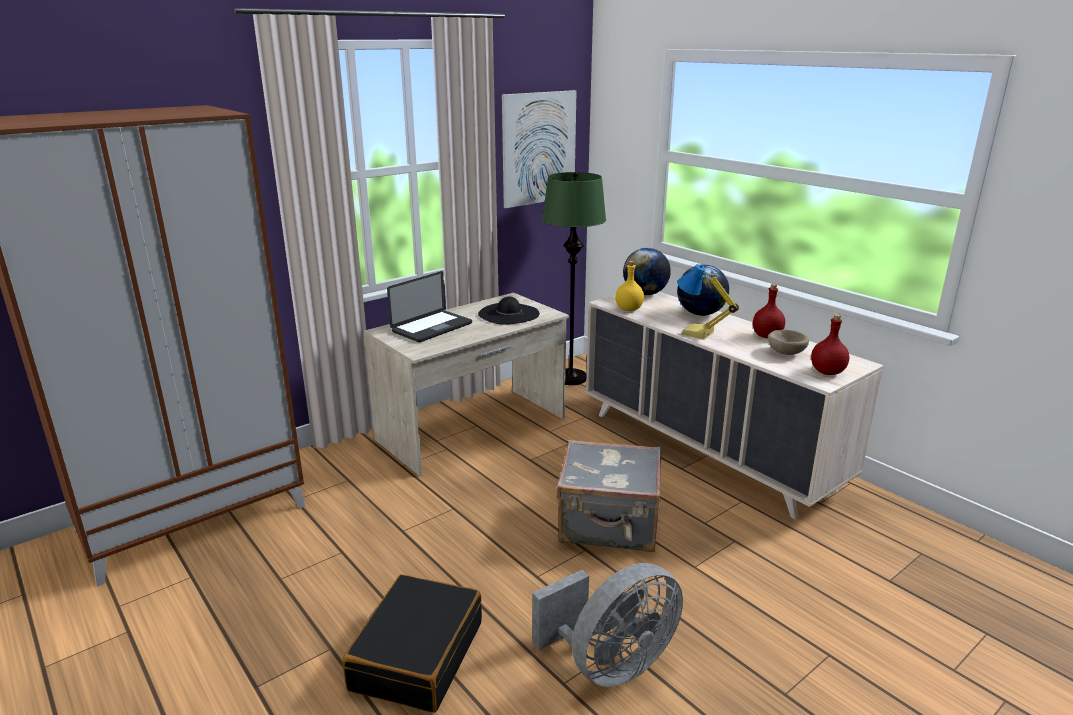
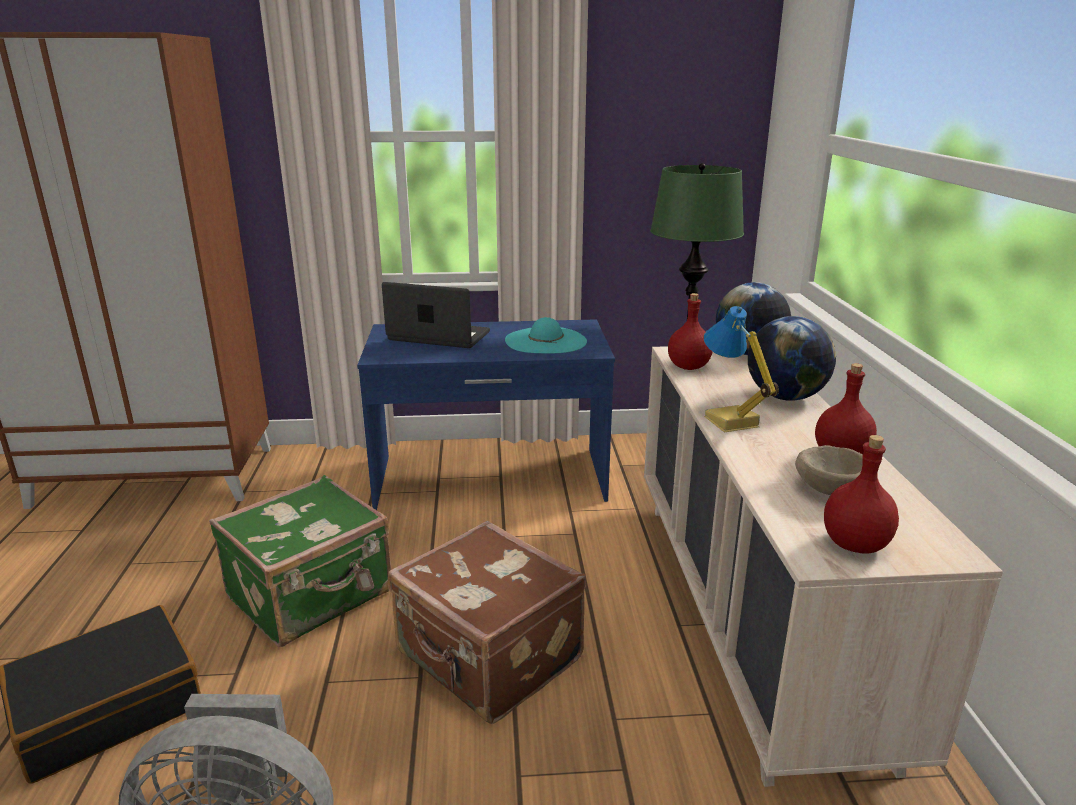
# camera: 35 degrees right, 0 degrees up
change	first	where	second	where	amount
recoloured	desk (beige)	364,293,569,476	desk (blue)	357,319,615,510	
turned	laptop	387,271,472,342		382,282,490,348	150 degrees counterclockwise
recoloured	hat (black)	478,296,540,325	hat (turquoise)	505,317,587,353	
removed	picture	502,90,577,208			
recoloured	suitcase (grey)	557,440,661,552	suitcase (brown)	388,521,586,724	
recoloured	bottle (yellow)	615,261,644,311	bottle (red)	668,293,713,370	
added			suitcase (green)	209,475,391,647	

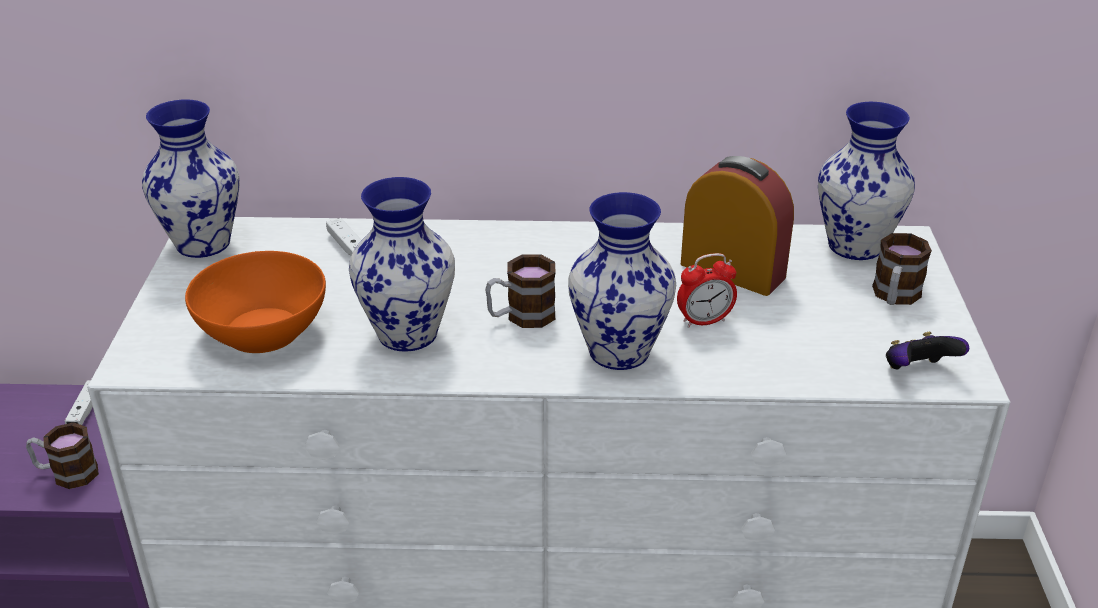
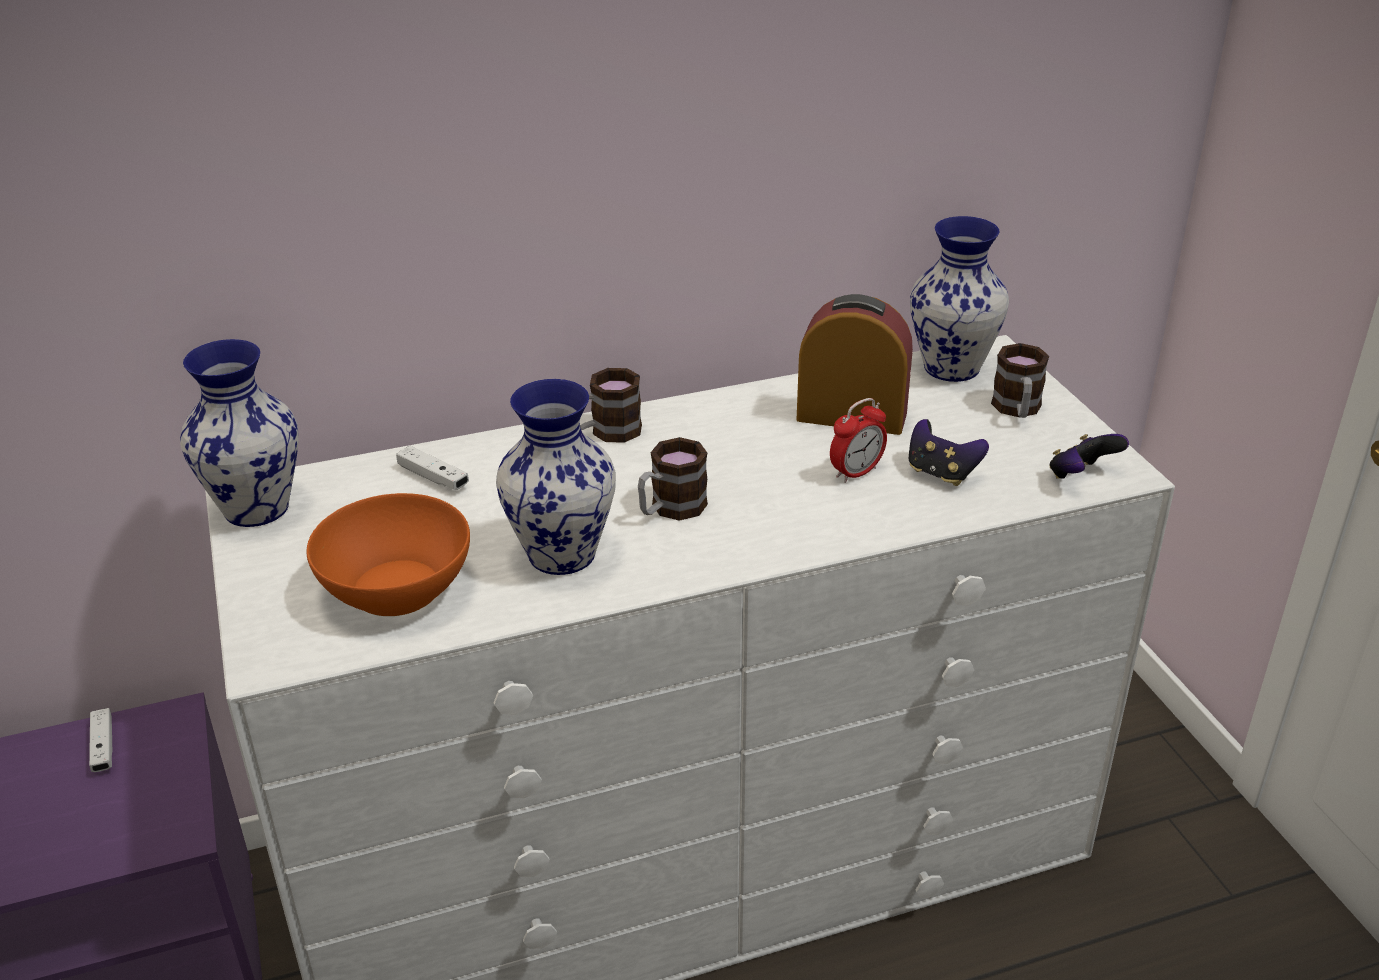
# camera: 20 degrees left, 0 degrees up
change	first	where	second	where	amount
moved	mug	26,422,99,489		580,368,642,443	
removed	vase	568,192,676,370			
added			game controller	909,419,989,486	

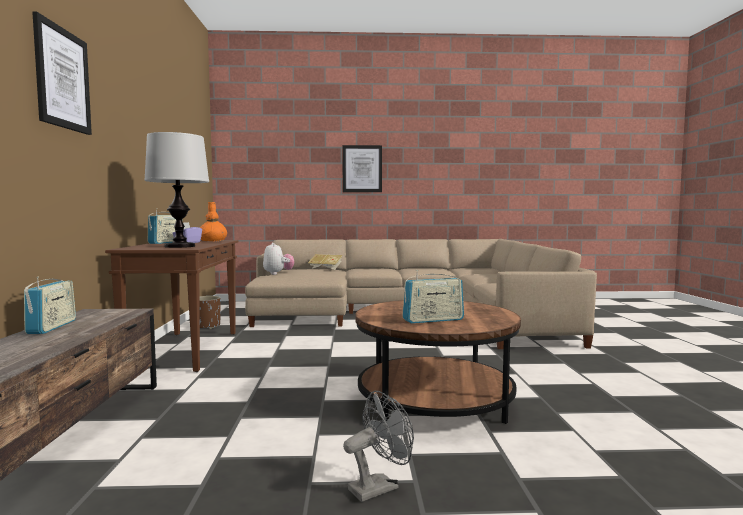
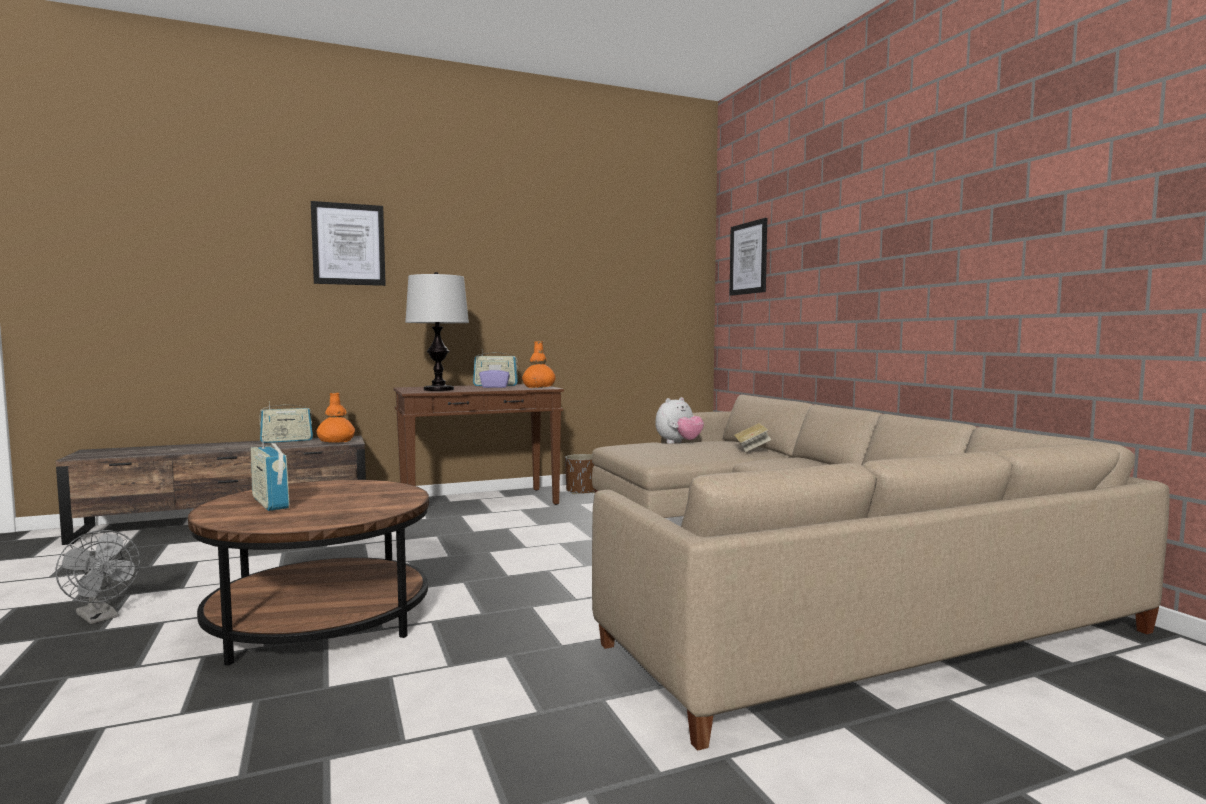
# camera: 70 degrees right, 0 degrees up
change	first	where	second	where	amount
moved	picture	342,145,382,192		730,218,767,296	
added			vase (orange)	317,393,355,443	

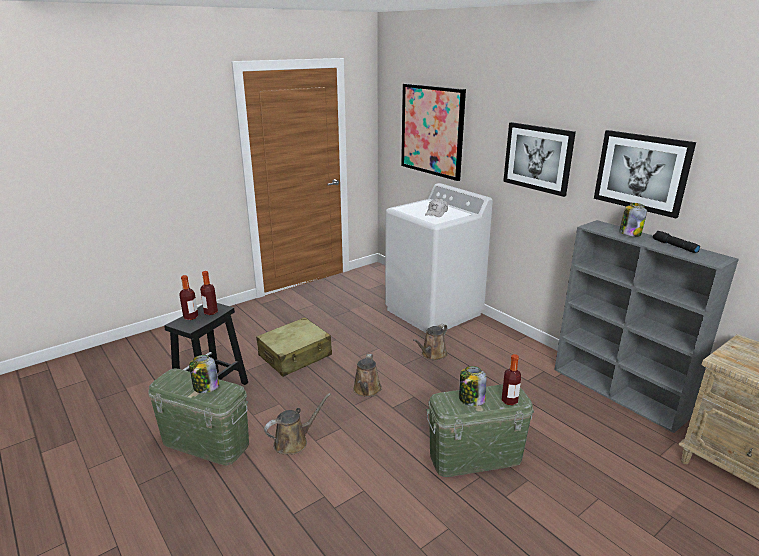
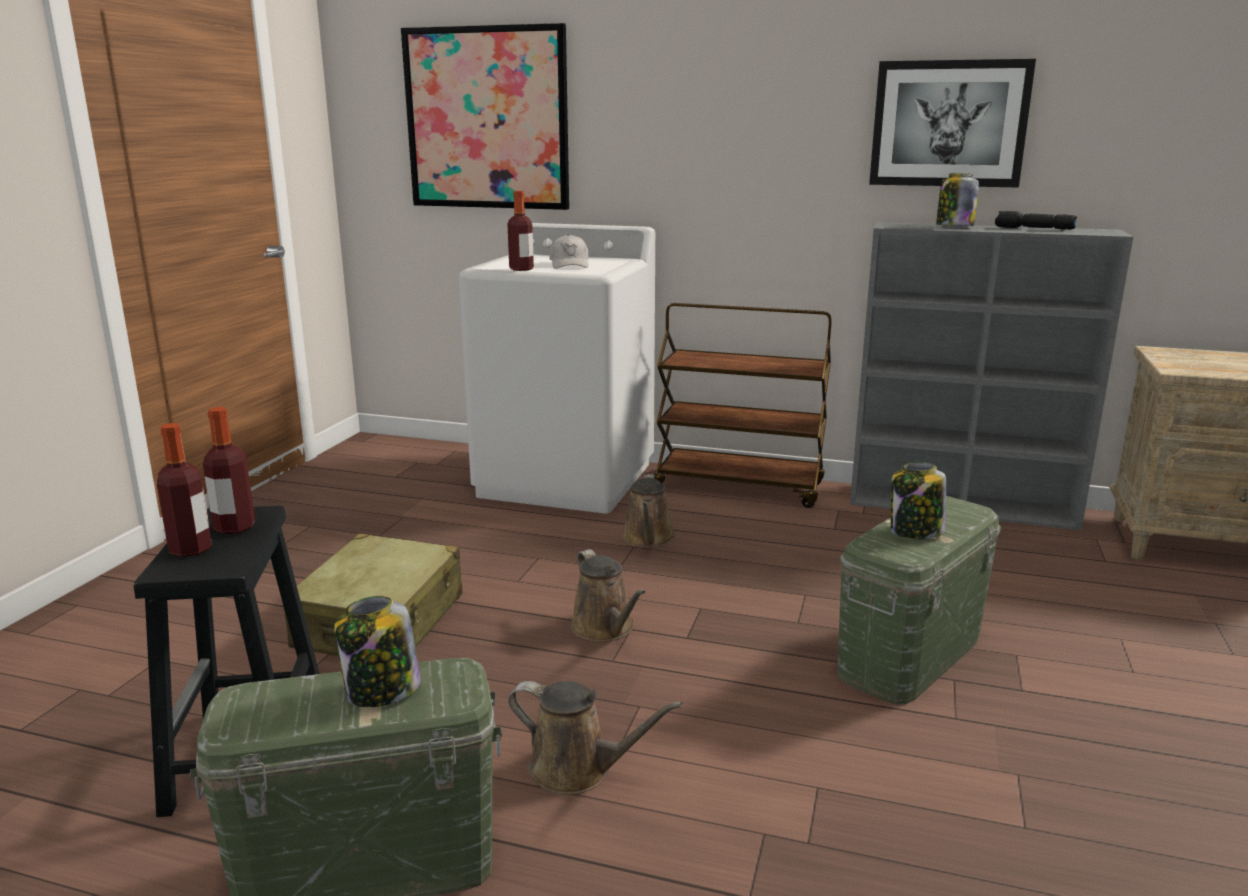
# camera: 35 degrees left, 5 degrees down
change	first	where	second	where	amount
turned	watering can (brown)	264,393,331,454		508,681,683,795	90 degrees clockwise
moved	bottle	502,354,521,405		507,191,534,271	
removed	picture	503,122,576,197			
added			cart (brown)	654,303,832,508	

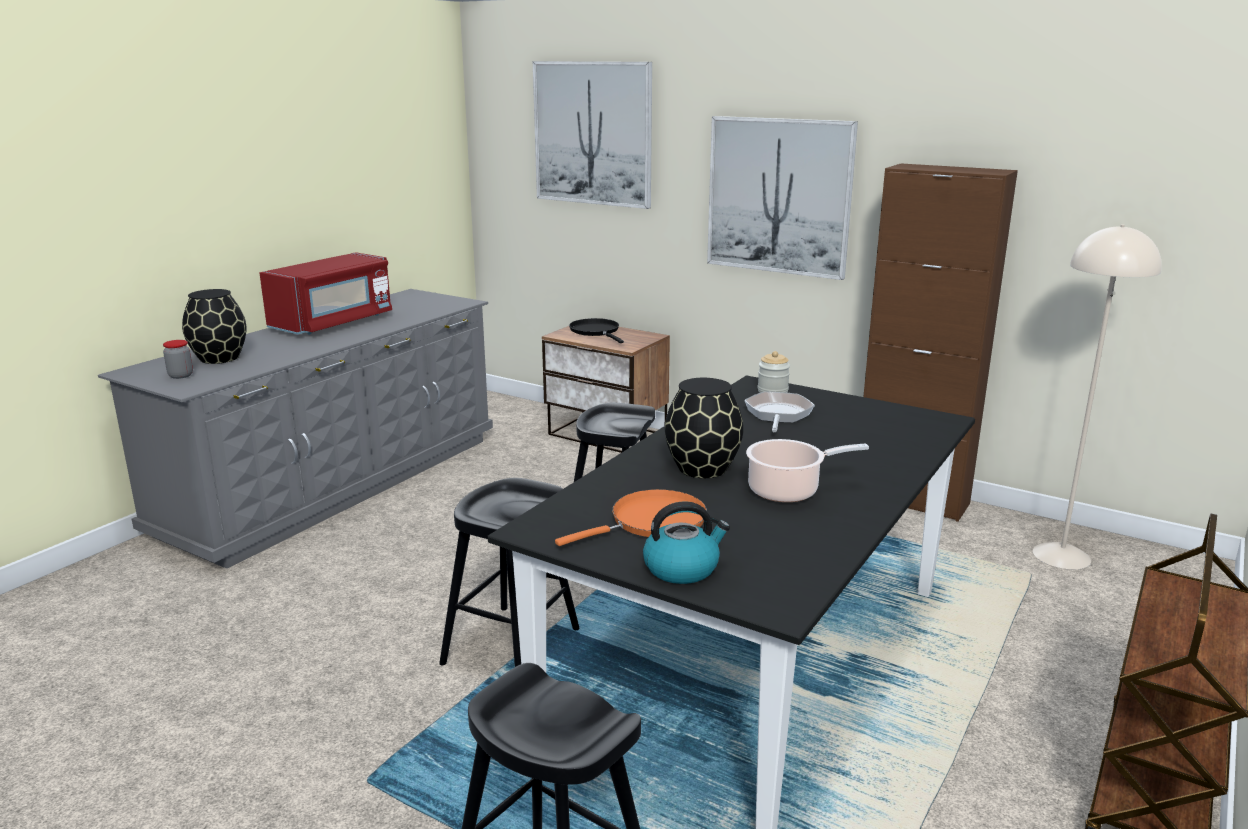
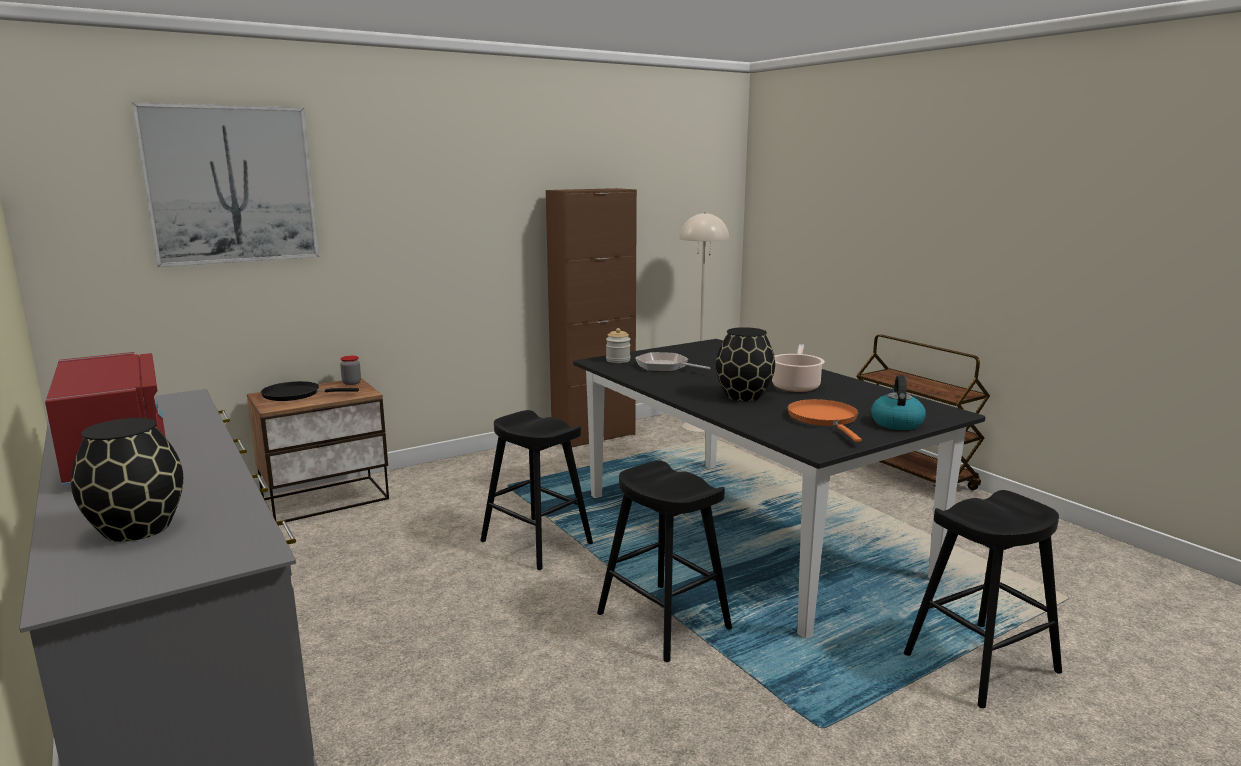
# camera: 65 degrees left, 5 degrees down
change	first	where	second	where	amount
moved	jar	163,340,193,379		340,356,361,385	
removed	picture	707,116,858,280			

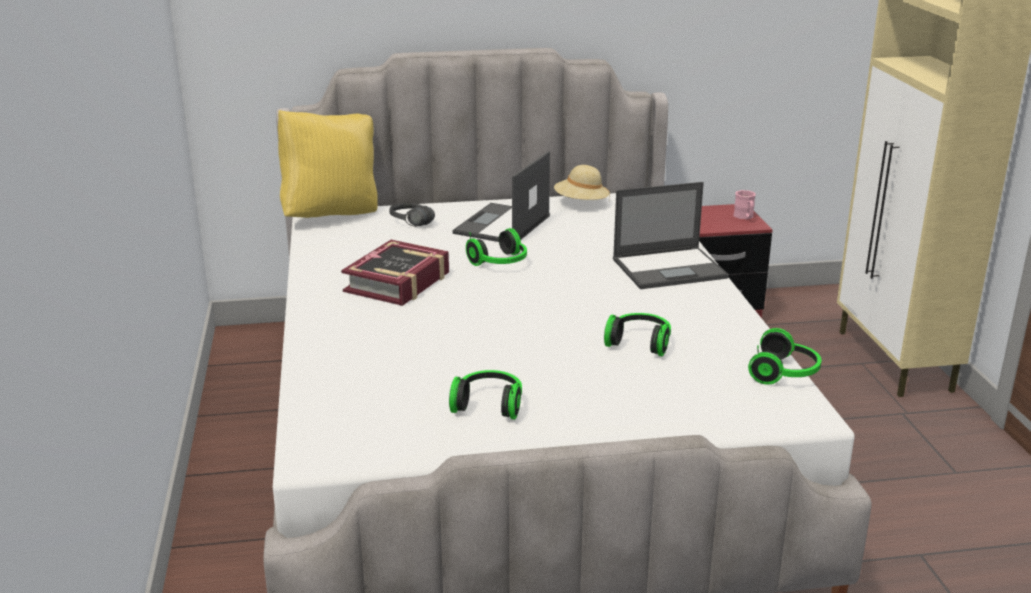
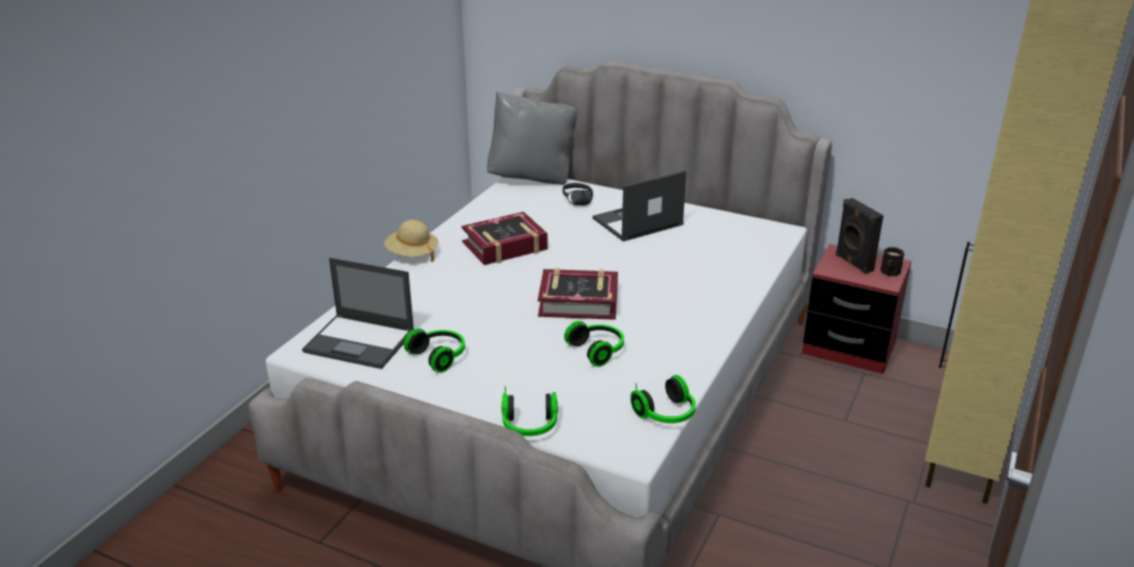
# camera: 35 degrees right, 5 degrees up
change	first	where	second	where	amount
recoloured	pillow (yellow)	278,110,378,218	pillow (grey)	487,91,577,185	
moved	headphones	466,228,527,266		501,386,558,436	
moved	hat (beige)	554,165,610,201		384,220,439,262	
moved	laptop	613,182,729,289		302,258,414,369	
recoloured	mug (pink)	733,190,756,219	mug (black)	880,247,904,276	
added			book	538,268,618,320	
added			speaker (black)	835,198,884,274	

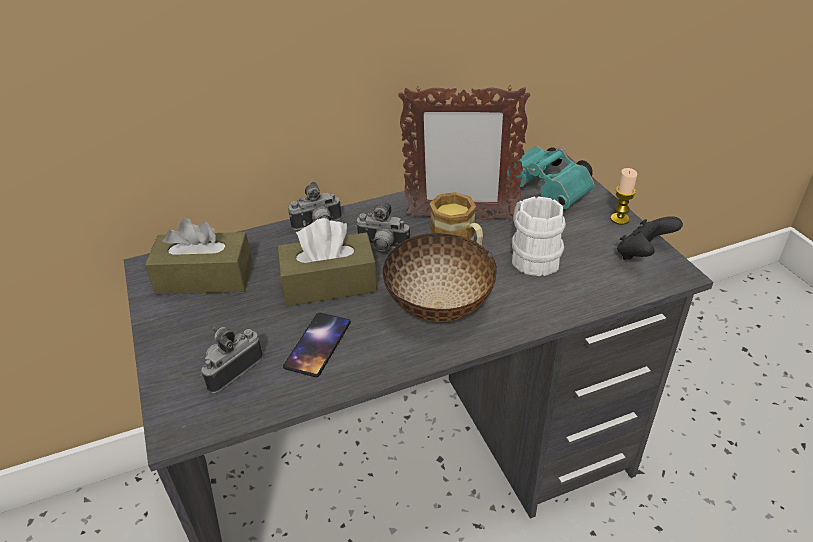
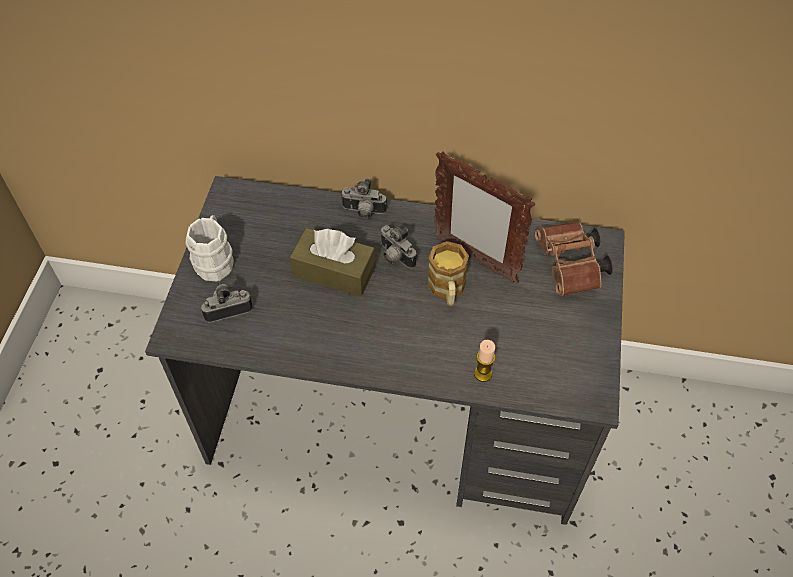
# camera: 30 degrees right, 15 degrees up
change	first	where	second	where	amount
removed	tissue box (brown)	145,218,253,295			
removed	phone	283,313,351,377			
removed	bowl	383,233,497,322			
recoloured	binoculars (turquoise)	507,146,594,209	binoculars (brown)	535,222,613,296	
moved	mug (white)	512,197,566,276		186,215,234,282	
moved	candle	610,168,637,225		474,340,495,382	
removed	game controller (black)	617,216,683,260			

